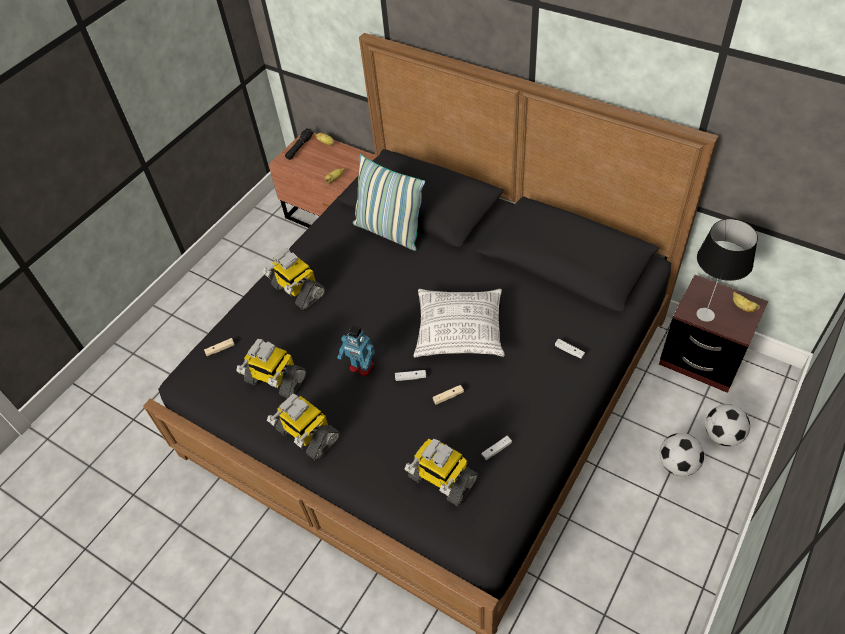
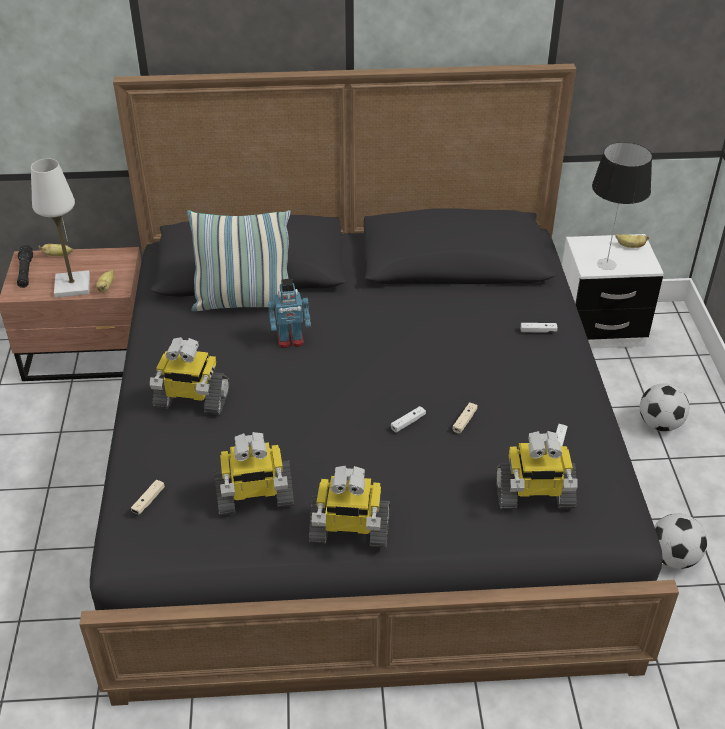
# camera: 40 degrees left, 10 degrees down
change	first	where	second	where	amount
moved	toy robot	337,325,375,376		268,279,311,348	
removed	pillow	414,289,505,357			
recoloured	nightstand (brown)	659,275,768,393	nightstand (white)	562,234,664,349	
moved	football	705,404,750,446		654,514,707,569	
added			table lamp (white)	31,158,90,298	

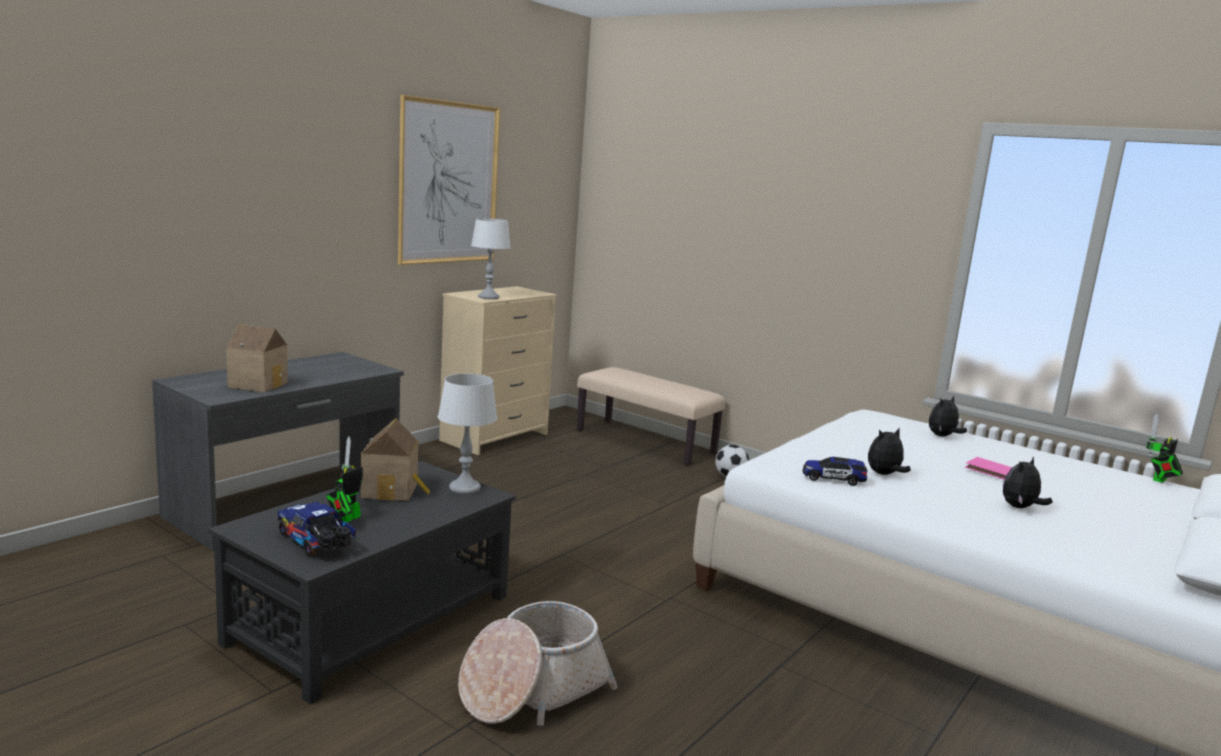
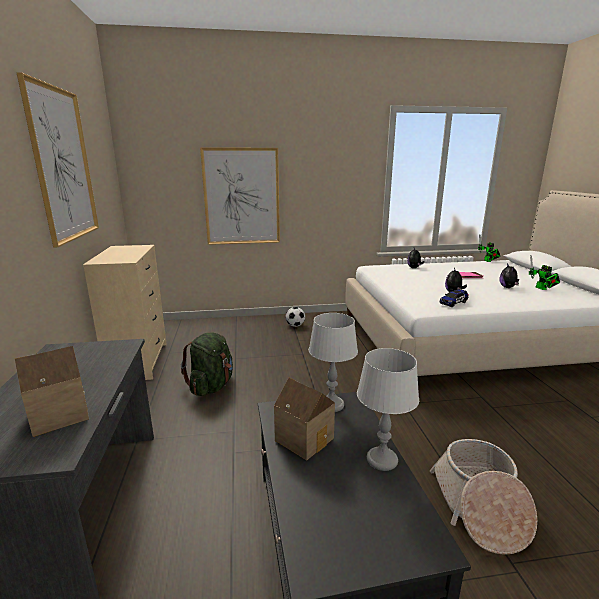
# camera: 45 degrees left, 5 degrees up
change	first	where	second	where	amount
removed	toy truck	277,502,356,556			
moved	toy robot	326,436,363,522		529,256,560,290	
moved	table lamp (grey)	471,218,511,299		357,348,419,471	
removed	bench (beige)	577,367,725,466			
added			backpack (green)	181,332,233,396	
added			picture	200,147,280,245	

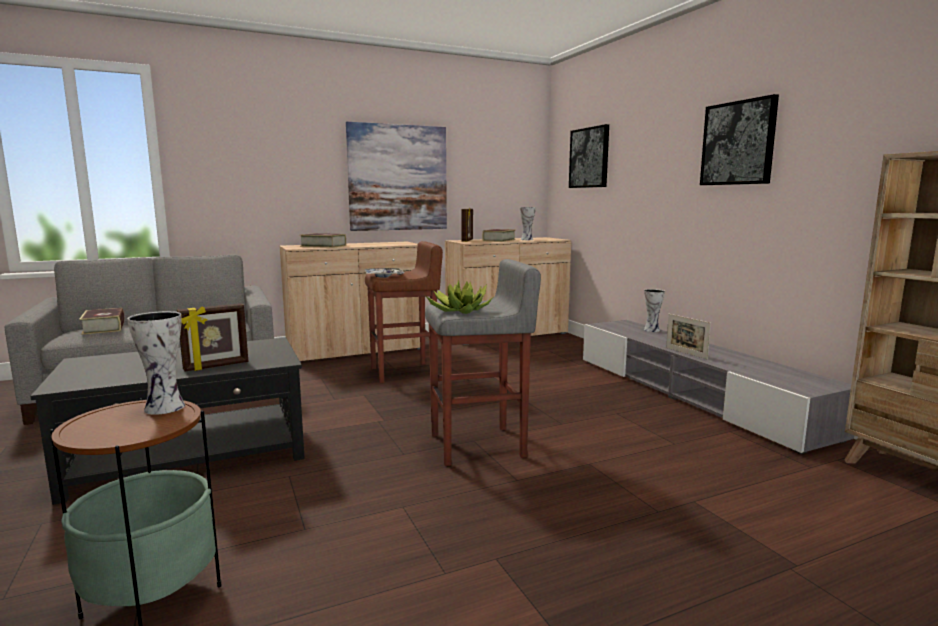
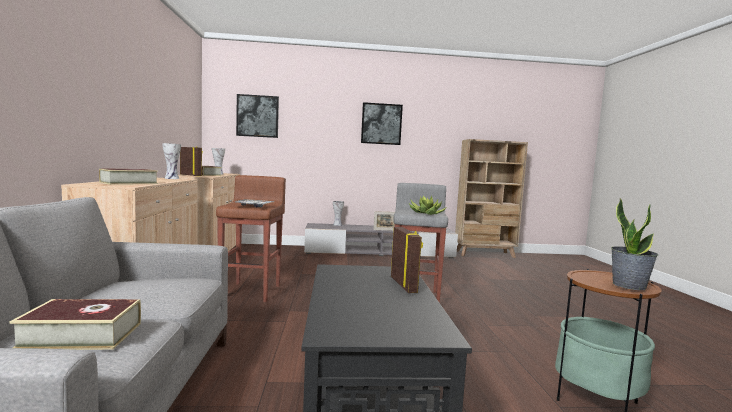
# camera: 70 degrees left, 5 degrees down
change	first	where	second	where	amount
moved	vase	127,311,185,415		162,143,181,179	
removed	picture	346,122,447,231			
added			potted plant	611,198,658,290	

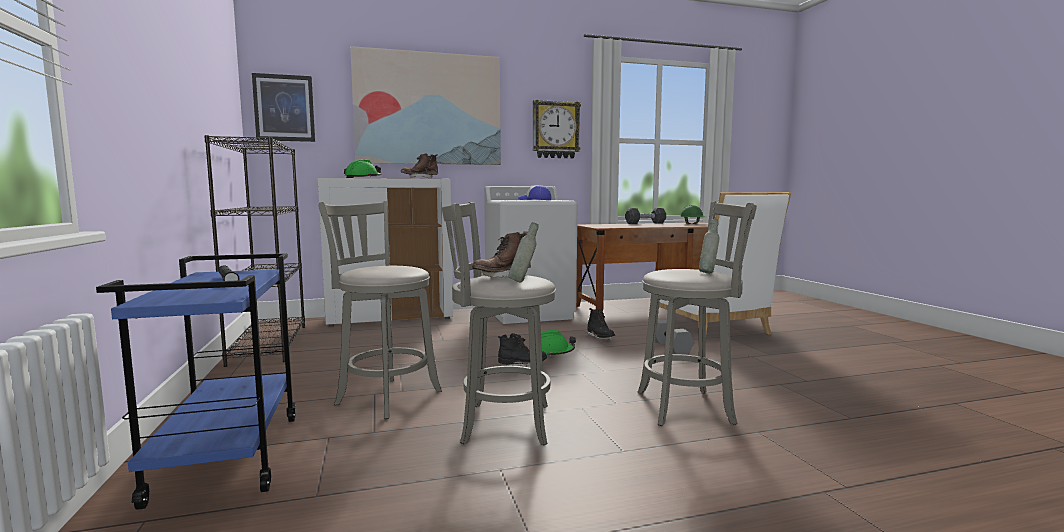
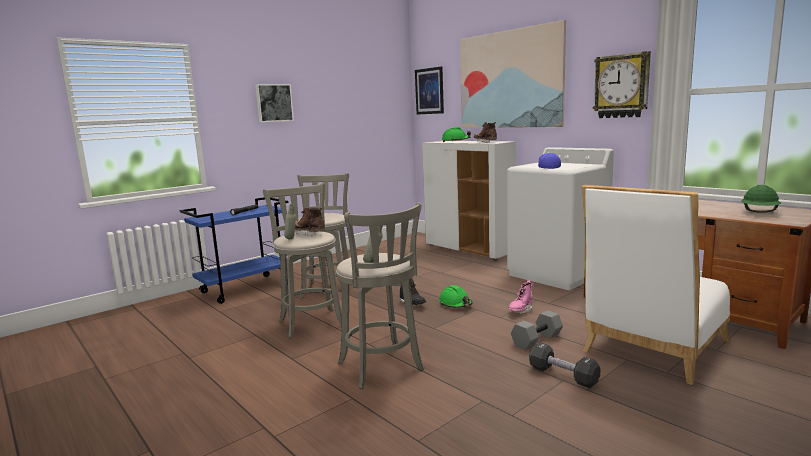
# camera: 65 degrees right, 5 degrees up
change	first	where	second	where	amount
removed	bookcase (black)	204,135,305,367			
recoloured	boot (black)	586,308,615,340	boot (pink)	508,280,533,314	
moved	dumbbell (black)	625,208,666,224		529,342,600,388	
added			picture	255,84,294,122	

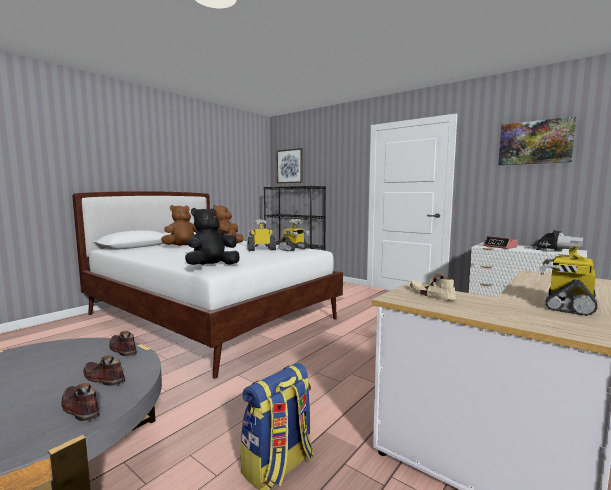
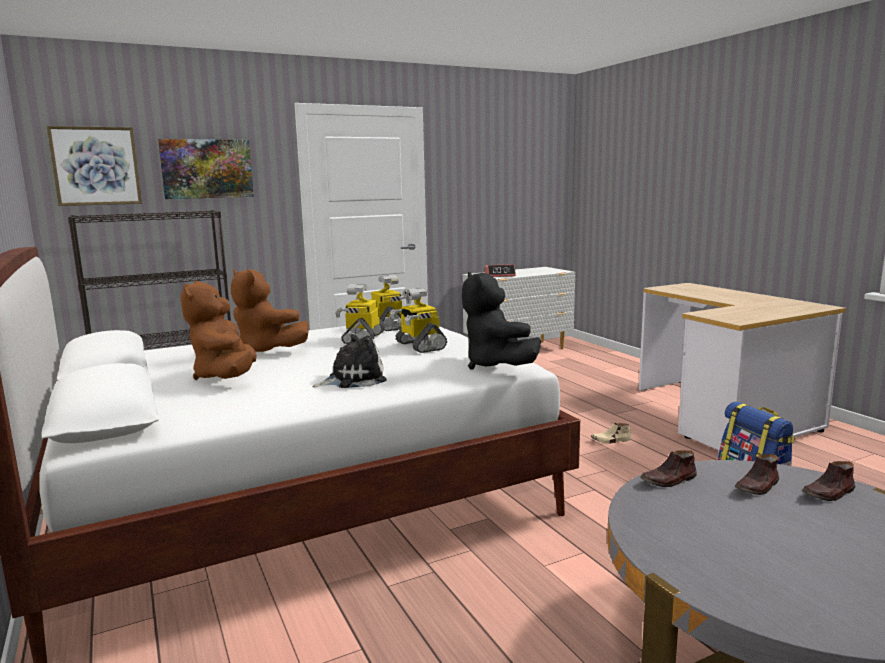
# camera: 65 degrees left, 5 degrees up
change	first	where	second	where	amount
moved	shoe (beige)	410,274,456,300		591,423,632,444	
moved	picture	499,117,576,165		158,139,254,199	
moved	plush toy	527,230,564,252		312,334,387,388	
moved	toy robot	539,236,598,316		390,288,447,353	

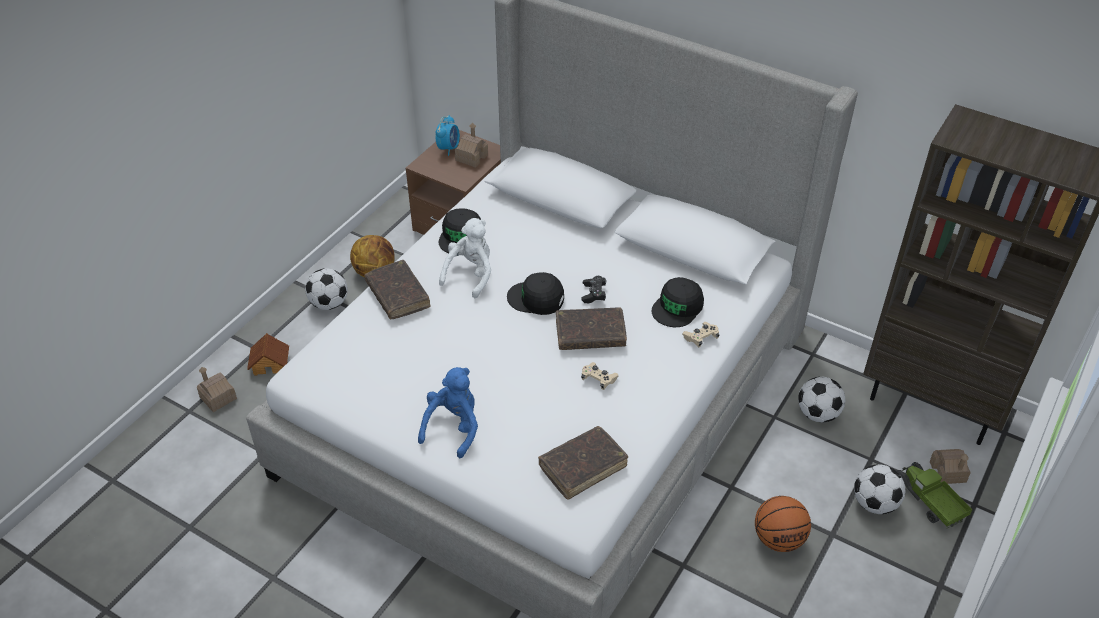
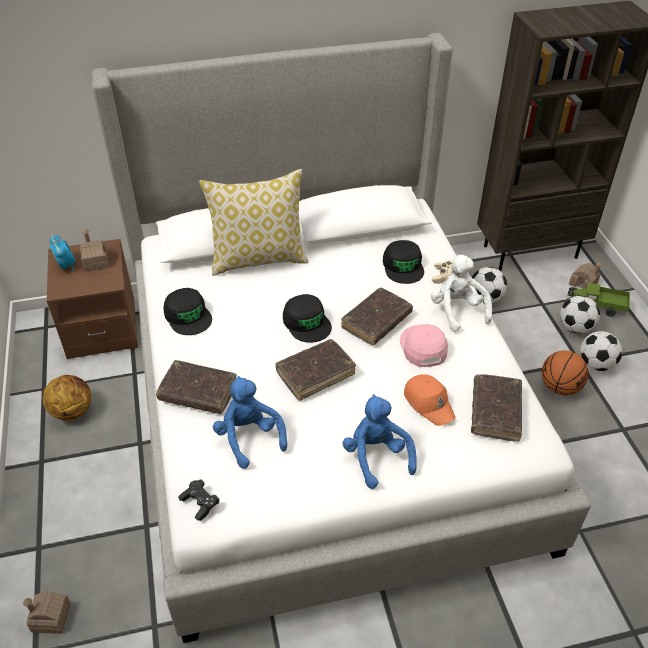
# camera: 45 degrees left, 0 degrees up
change	first	where	second	where	amount
removed	toy house	247,333,289,376			
moved	football	305,268,348,310		580,331,622,371	
moved	plush toy (white)	439,218,491,298		431,255,492,332	
turned	cap (black)	507,272,564,315		283,294,332,343	90 degrees counterclockwise
replaced	game controller (beige)	581,362,619,390	cap (pink)	400,324,448,367	
moved	game controller (black)	582,276,607,303		178,479,219,521	
added			pillow	199,169,309,276	
added			plush toy (blue)	213,376,287,469	
added			book (brown)	275,339,356,401	
added			cap (orange)	404,374,455,426	

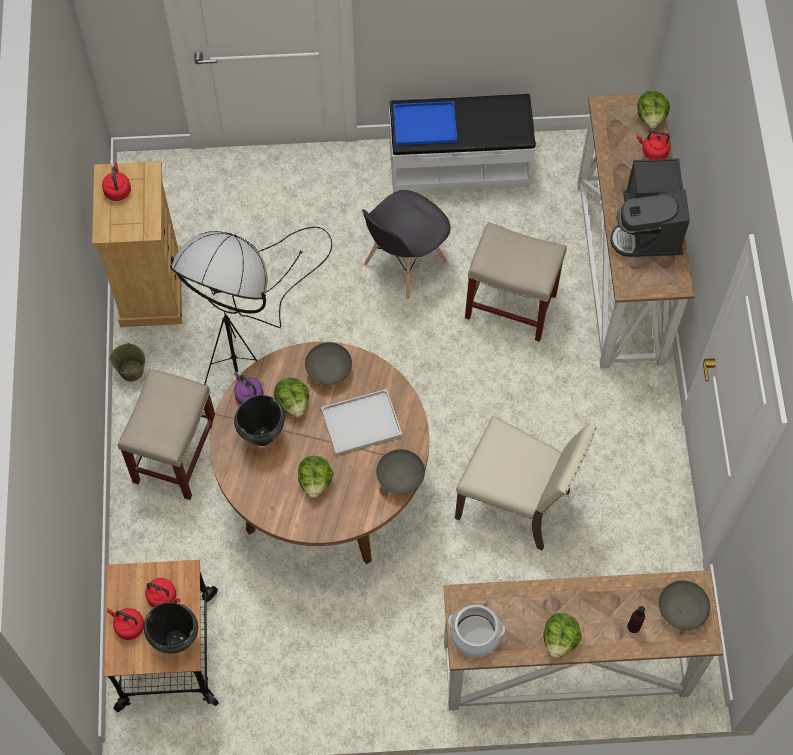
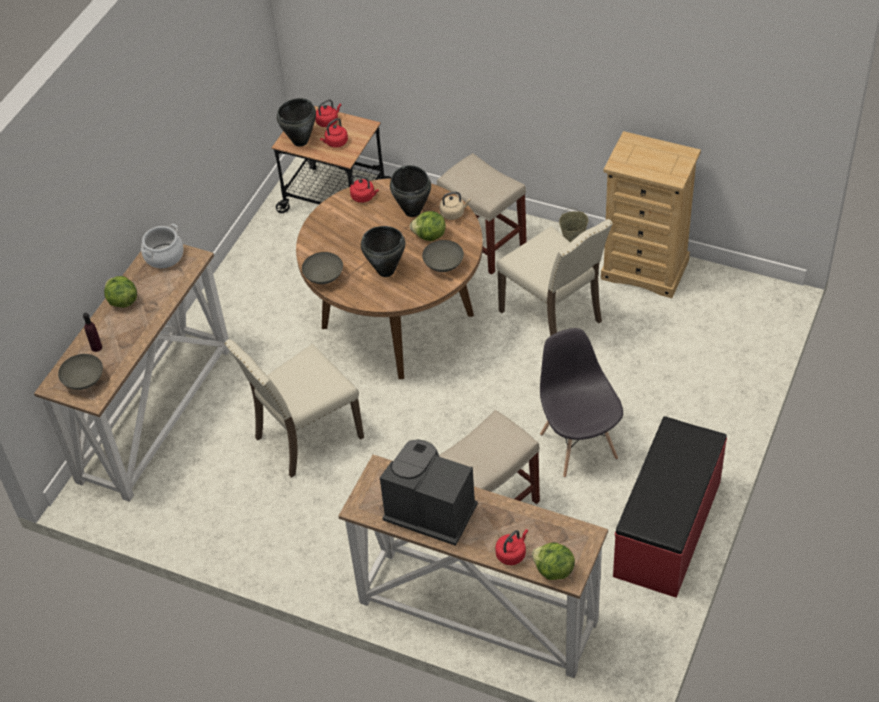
# camera: 120 degrees right, 15 degrees down
change	first	where	second	where	amount
moved	kettle (red)	102,163,131,201		350,175,379,203	
replaced	floor lamp (black)	170,227,332,385	chair (beige)	496,219,613,336	
recoloured	kettle (purple)	234,371,264,405	kettle (beige)	440,192,471,220	
removed	lettuce	298,456,334,498			
replaced	tray (white)	321,389,402,455	cooking pot (black)	361,226,405,277	
recoloured	bench (white)	389,94,536,193	bench (red)	613,416,727,598	
removed	tray (blue)	393,101,457,145			

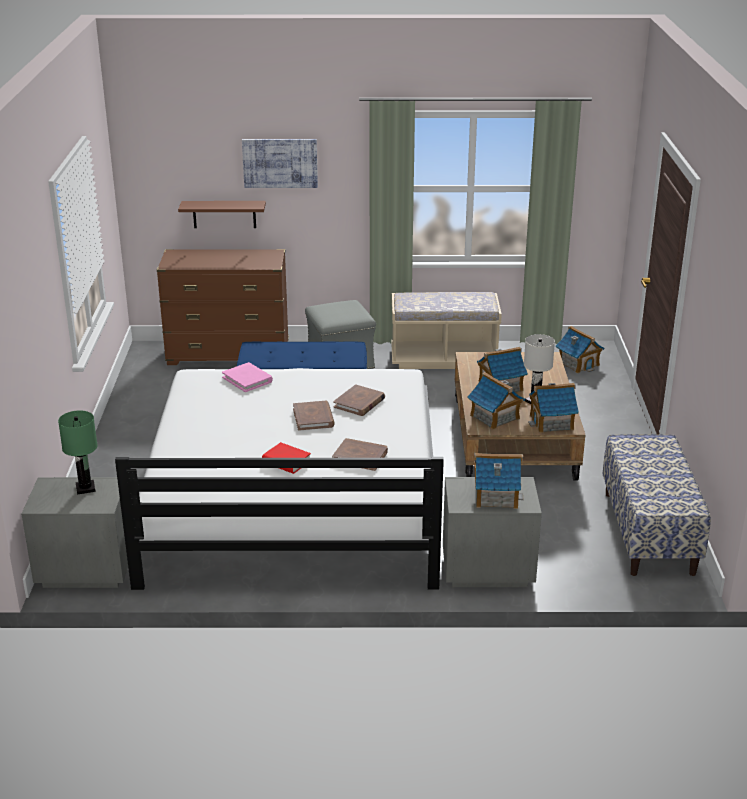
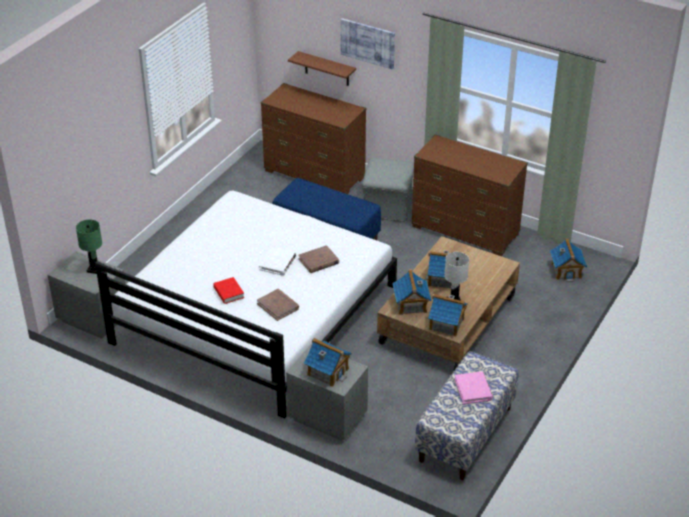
# camera: 30 degrees right, 10 degrees up
change	first	where	second	where	amount
moved	book (pink)	222,362,273,392		455,372,493,404	
recoloured	book (brown)	293,401,335,431	book (white)	259,247,296,275	
replaced	bench (beige)	391,292,502,369	dresser (brown)	411,134,528,256	

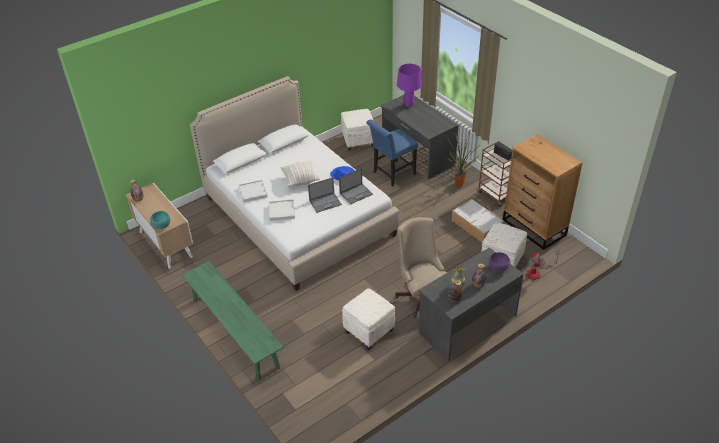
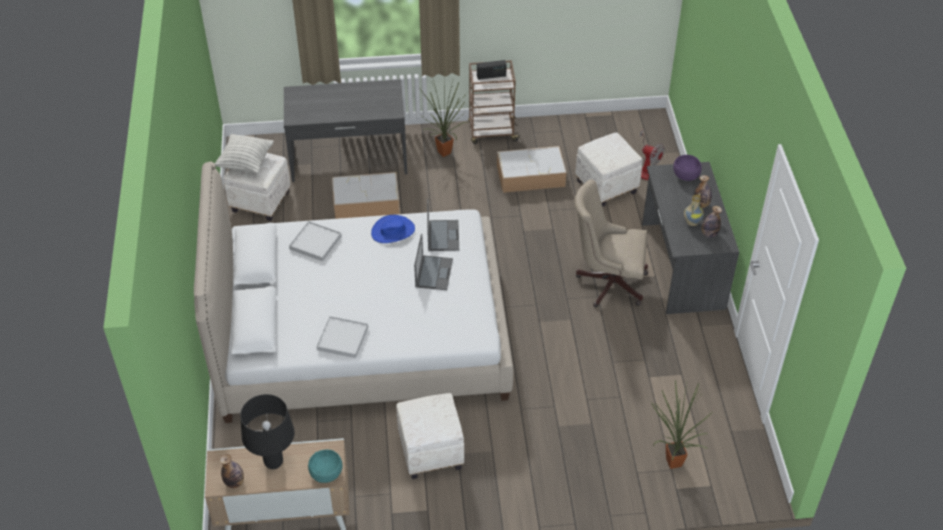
# camera: 60 degrees left, 5 degrees up
change	first	where	second	where	amount
removed	bench (green)	182,261,284,381			
moved	tray (white)	269,199,295,221		289,221,341,261	
moved	pillow	281,161,320,187		215,134,274,173	
moved	ottoman (white)	342,288,395,350		396,393,464,479	
replaced	chair (blue)	366,119,418,187	storage box	332,172,400,219	
removed	table lamp (purple)	397,64,422,107			
removed	dresser (brown)	503,134,583,250			
added			table lamp (black)	240,394,295,469	
added			potted plant	651,380,712,469	

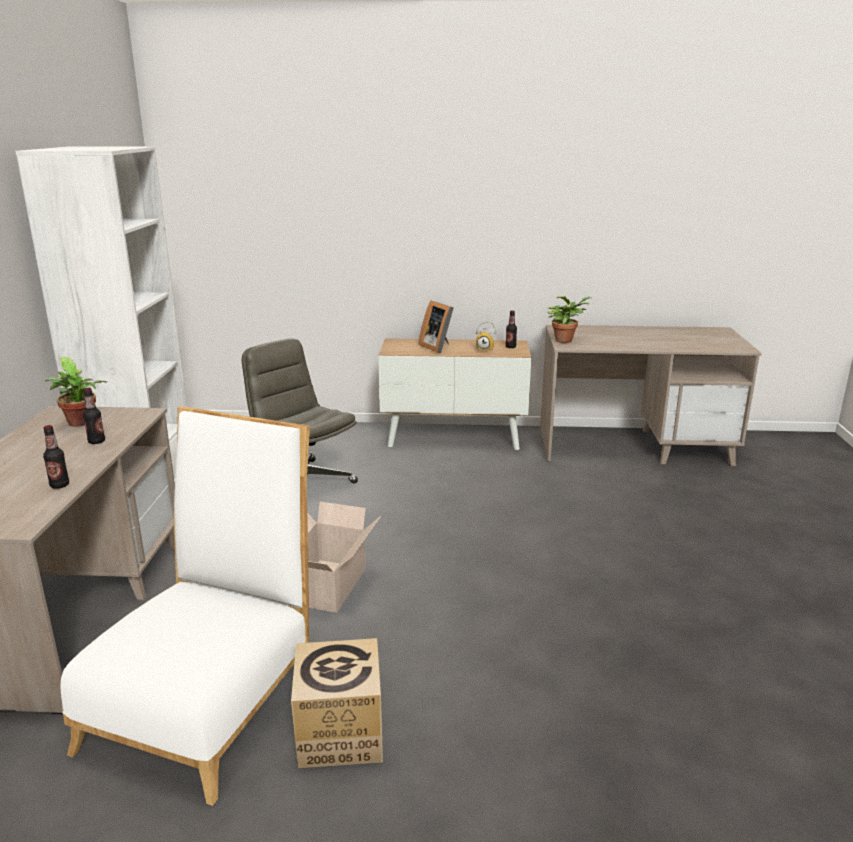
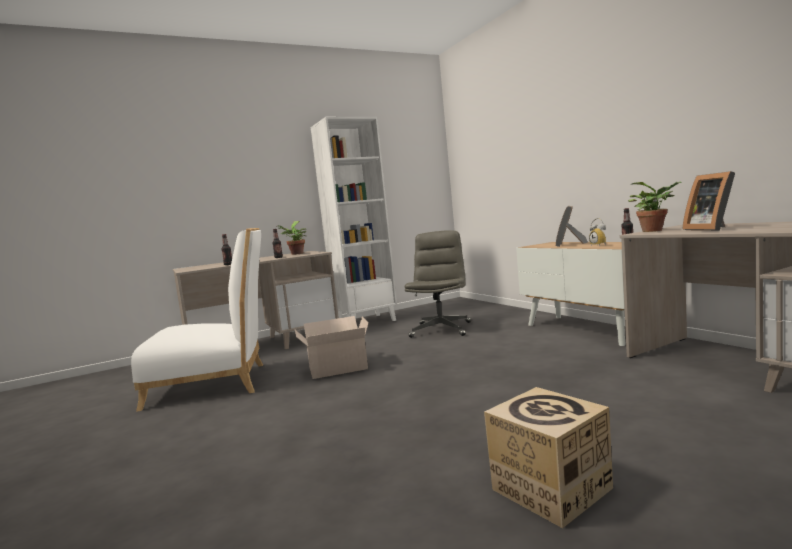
# camera: 60 degrees right, 15 degrees down
change	first	where	second	where	amount
moved	cardboard box	291,638,383,768		484,387,613,528	
added			picture frame	683,171,735,231	

